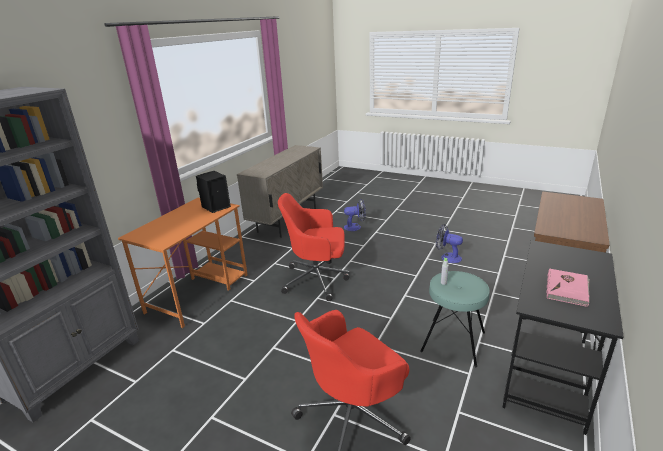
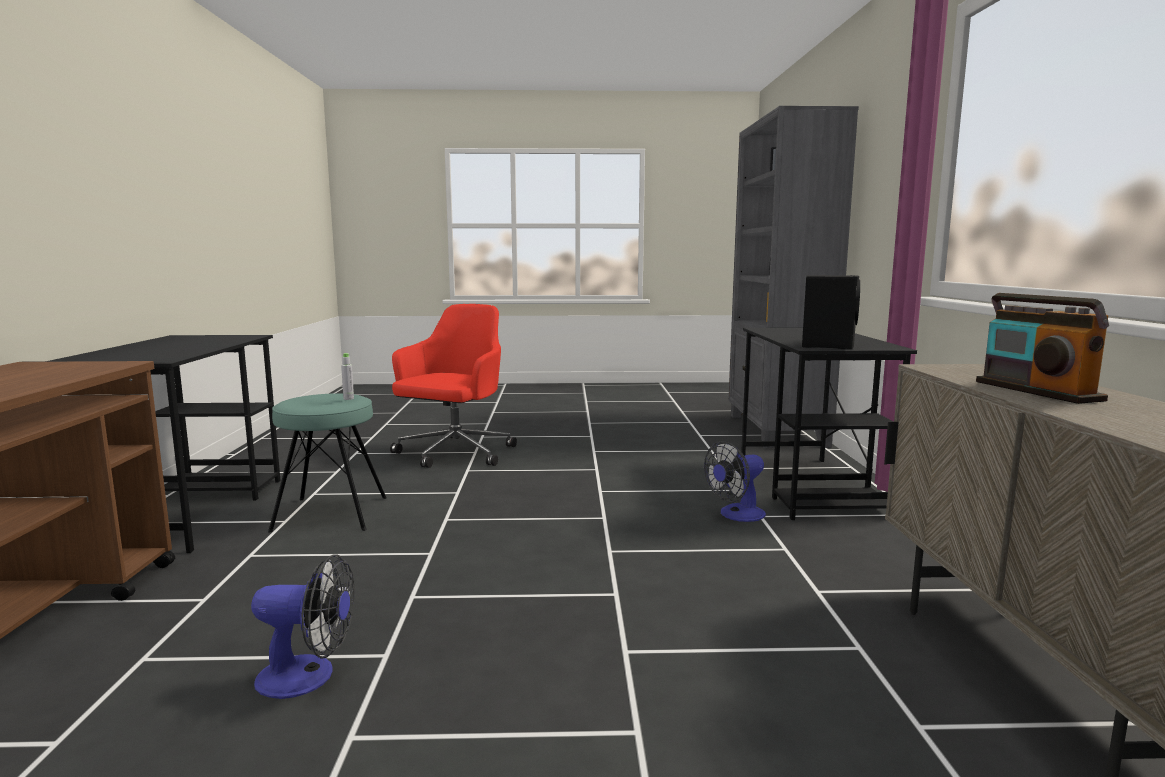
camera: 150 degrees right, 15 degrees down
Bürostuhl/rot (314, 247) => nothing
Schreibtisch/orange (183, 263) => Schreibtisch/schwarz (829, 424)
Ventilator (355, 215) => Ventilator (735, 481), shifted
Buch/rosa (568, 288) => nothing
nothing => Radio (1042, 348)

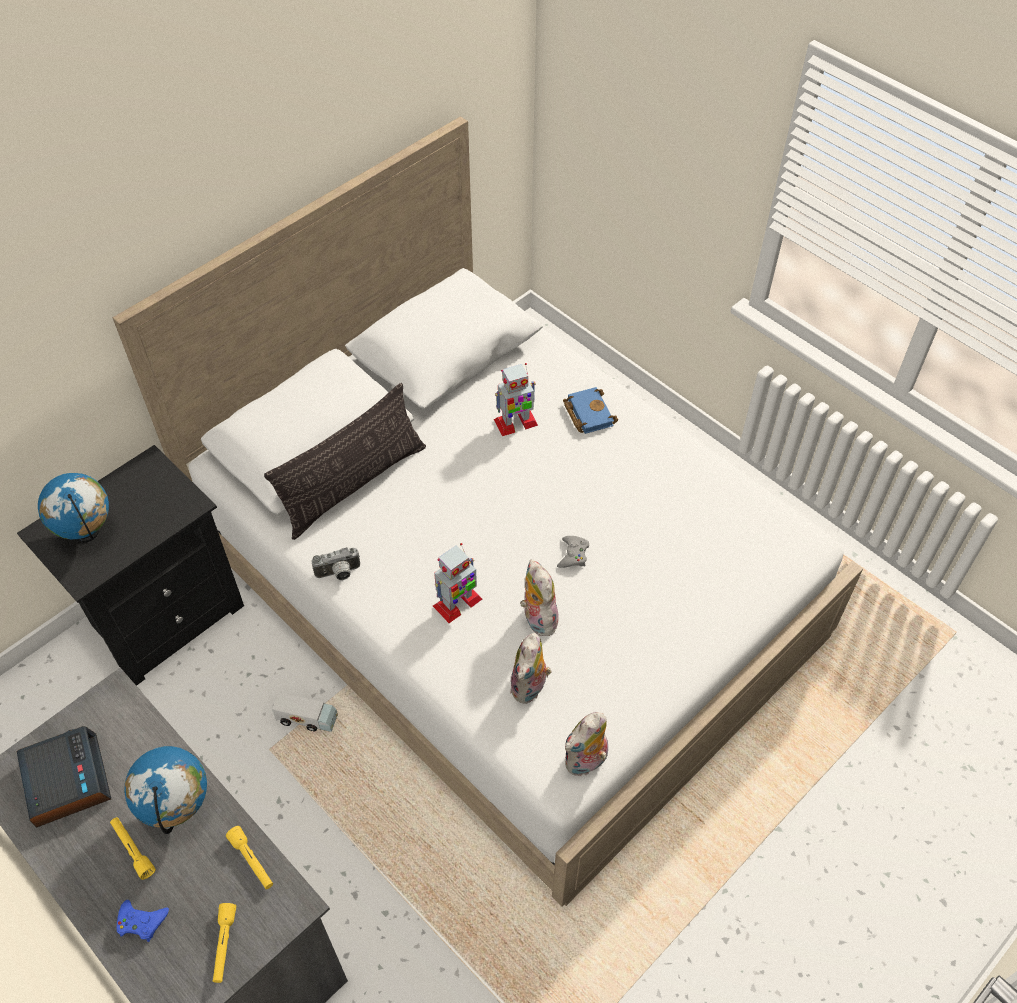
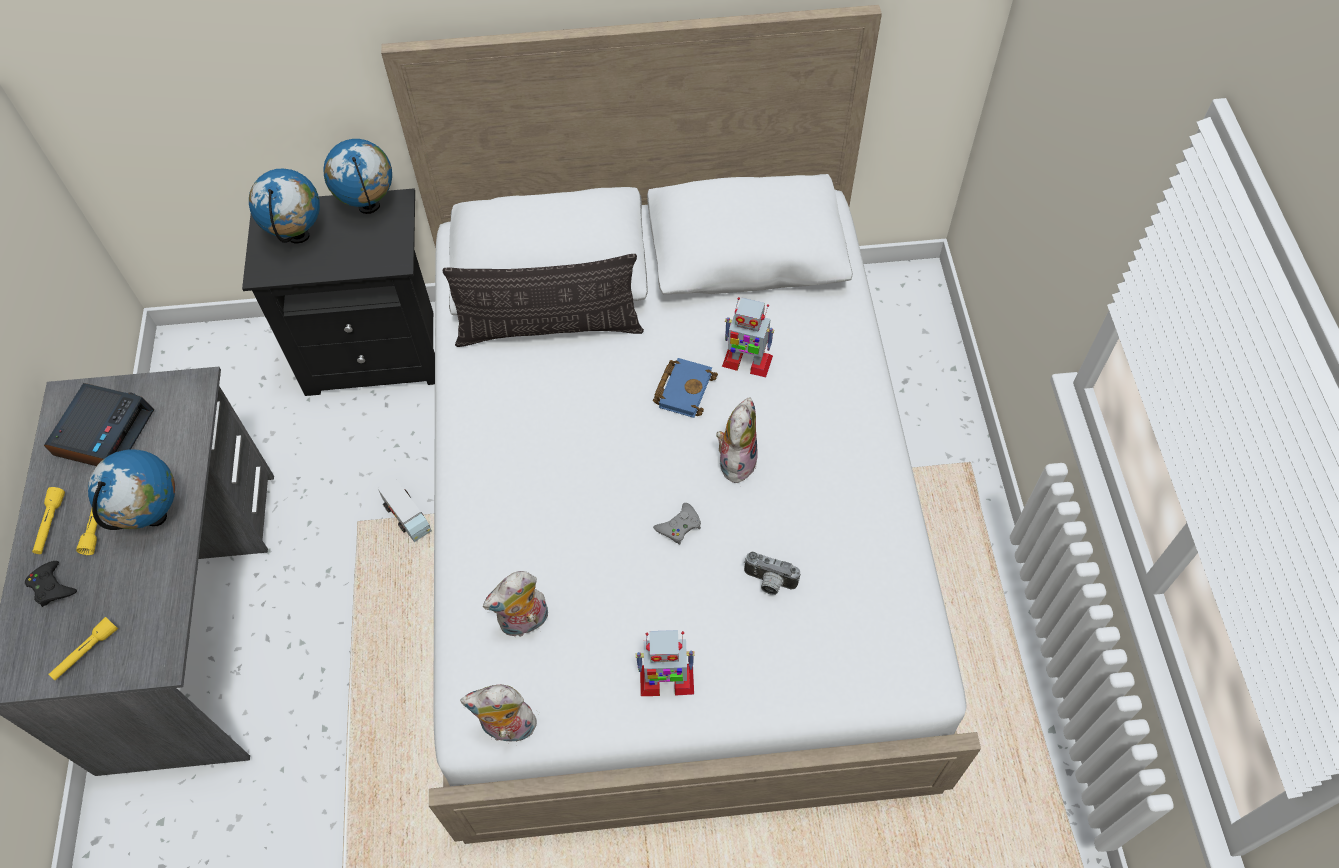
camera: 40 degrees right, 5 degrees up
Buch/blau (590, 410) => Buch/blau (685, 388), shifted
Spielzeugroboter (457, 583) => Spielzeugroboter (665, 663), shifted
Kamera (335, 563) => Kamera (772, 573), shifted
Plüschtier (539, 597) => Plüschtier (737, 441), shifted
Taschenlampe/gelb (249, 857) => Taschenlampe/gelb (48, 520), shifted
Gamepad/blau (143, 921) => Gamepad/schwarz (51, 584)
nothing => Globus (357, 176)

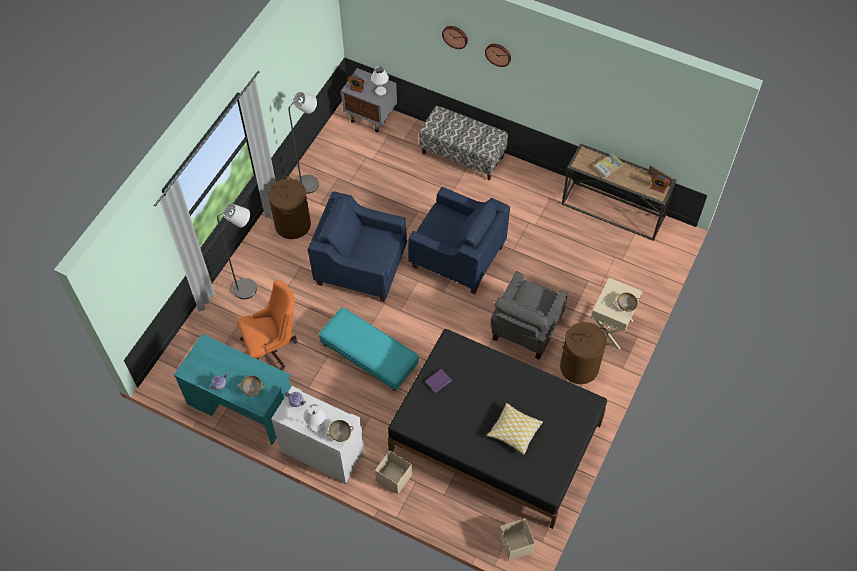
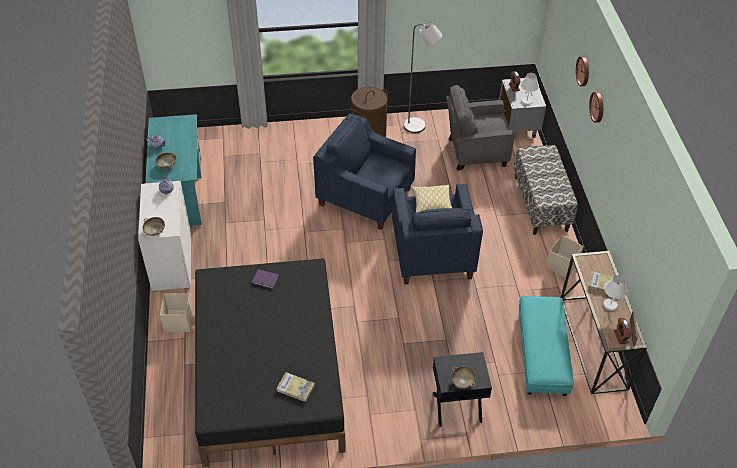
camera: 55 degrees right, 10 degrees down
Sessel/blau (357, 247) => Sessel/blau (364, 171), 45 degrees counterclockwise
Stehlampe/grau (237, 251) => nothing
Sessel/grau (529, 315) => Sessel/grau (480, 128), shifted
Nachttisch/beige (617, 314) => Nachttisch/schwarz (462, 389)
Bürostuhl/orange (267, 325) => nothing
Polsterhocker/türkis (369, 349) => Polsterhocker/türkis (546, 346), shifted
Wäschekorb/braun (584, 353) => nothing
Kissen (515, 429) => Kissen (432, 198), shifted
Tischlampe/weiß (315, 418) => Tischlampe/weiß (615, 293), shifted
Aufbewahrungsbox/beige (517, 539) => Aufbewahrungsbox/beige (565, 256), shifted
nothing => Buch (295, 387)

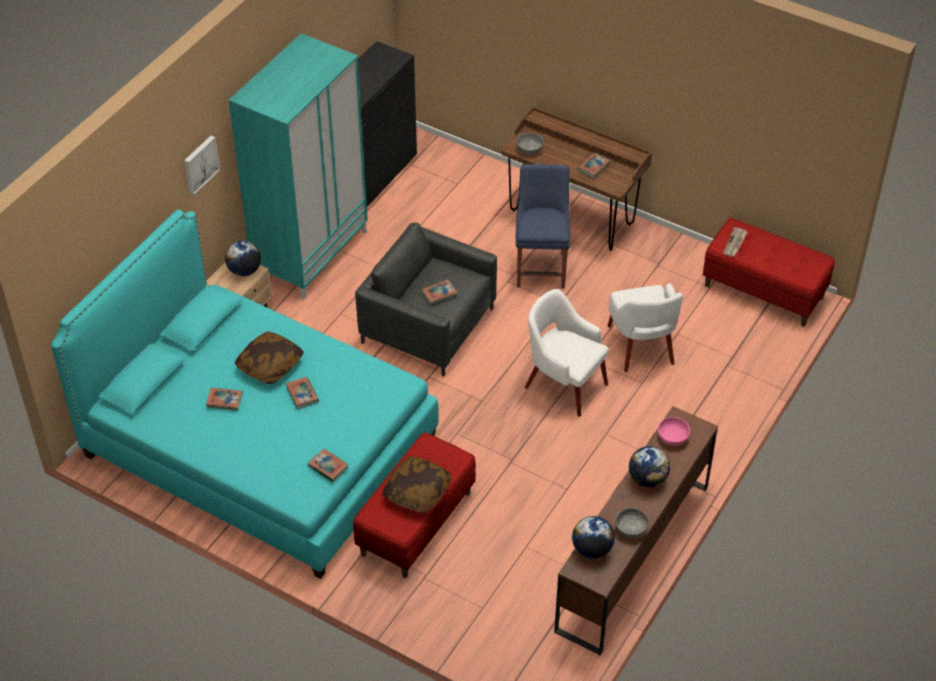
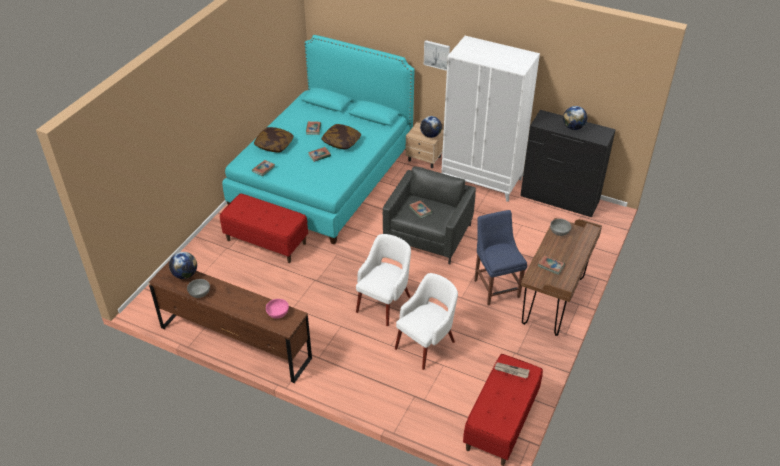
camera: 85 degrees right, 5 degrees down
Kleiderschrank/türkis (298, 166) => Kleiderschrank/weiß (490, 119)
Stuhl/blau (542, 226) => Stuhl/blau (500, 258), 105 degrees counterclockwise
Sessel/weiß (645, 327) => Sessel/weiß (426, 321), 150 degrees clockwise
Globus (649, 466) => Globus (575, 118), shifted
Kissen (417, 484) => Kissen (274, 140), shifted

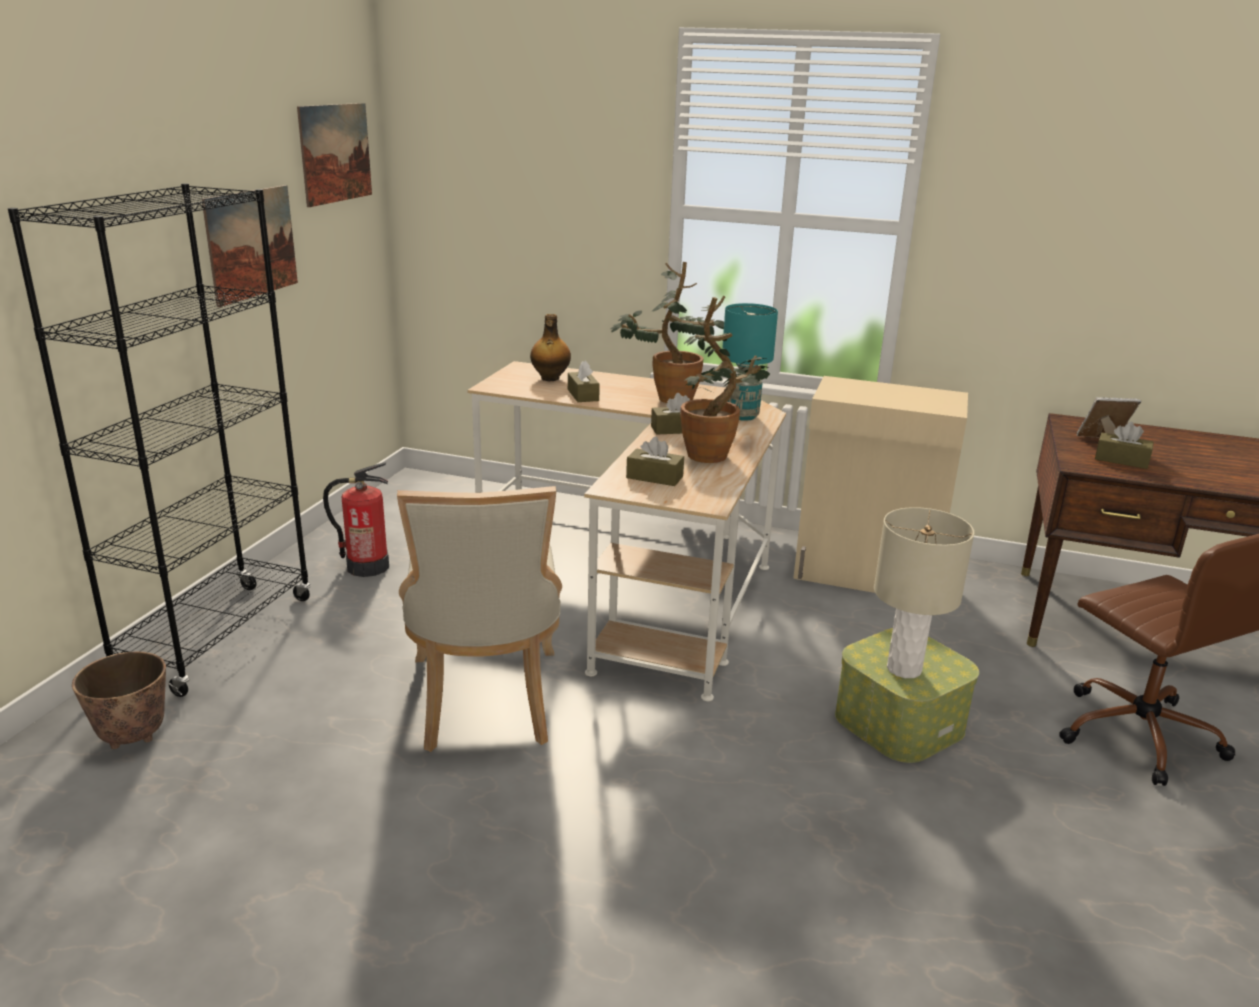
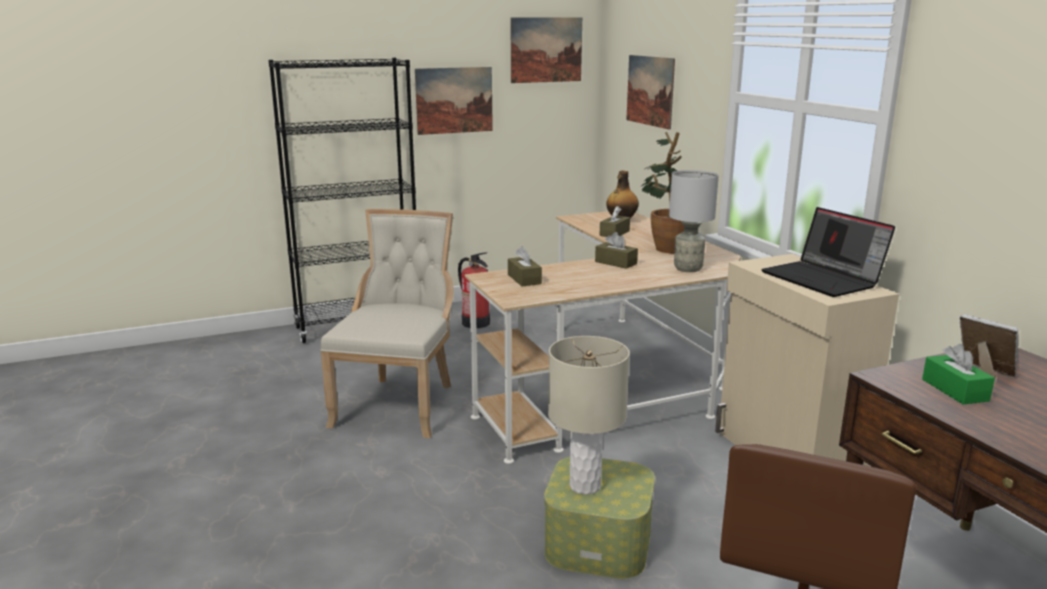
camera: 50 degrees right, 5 degrees down
Topfpflanze (725, 379) => nothing
Tischlampe/türkis (750, 362) => Tischlampe/grau (694, 221)
Taschentuchbox/braun (1124, 445) => Taschentuchbox/grün (958, 374)
Stuhl/beige (479, 619) => Stuhl/beige (387, 323), 150 degrees clockwise
Pflanzkübel (119, 700) => nothing
nothing => Bild (650, 92)
nothing => Laptop (828, 252)

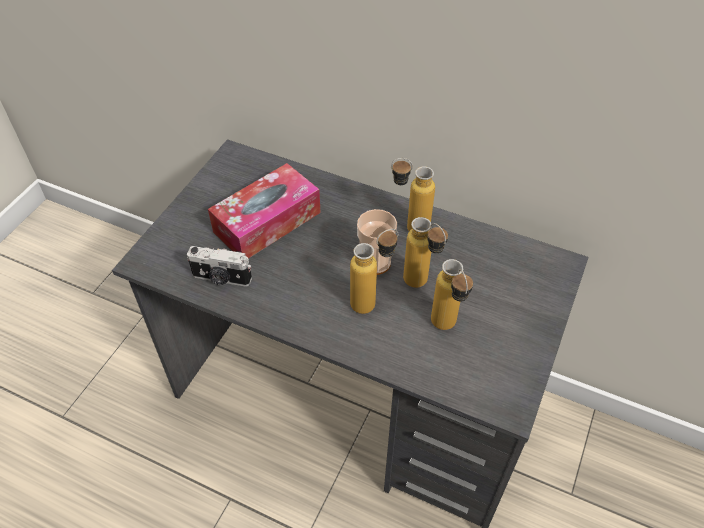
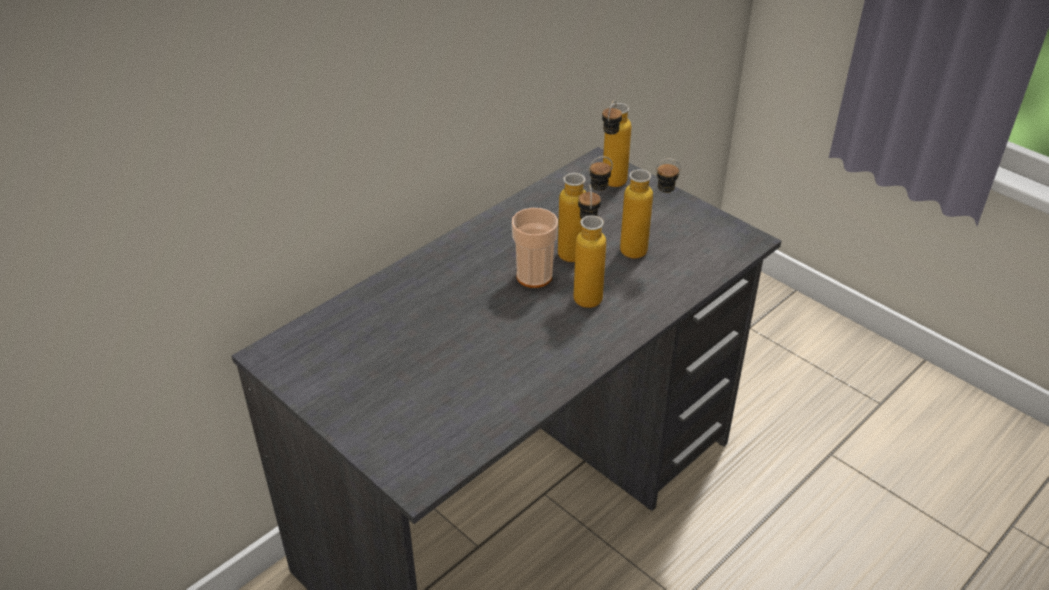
camera: 70 degrees left, 10 degrees down
Flasche (413, 194) => Flasche (616, 144), shifted
Taschentuchbox (264, 211) => nothing
Kamera (219, 266) => nothing

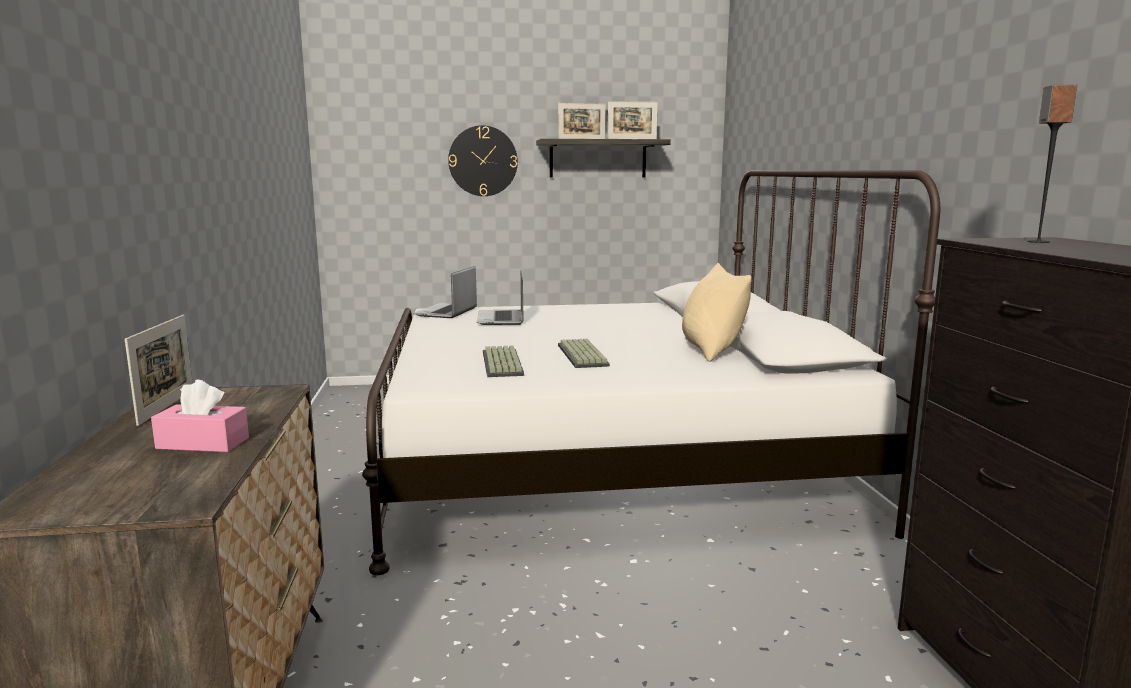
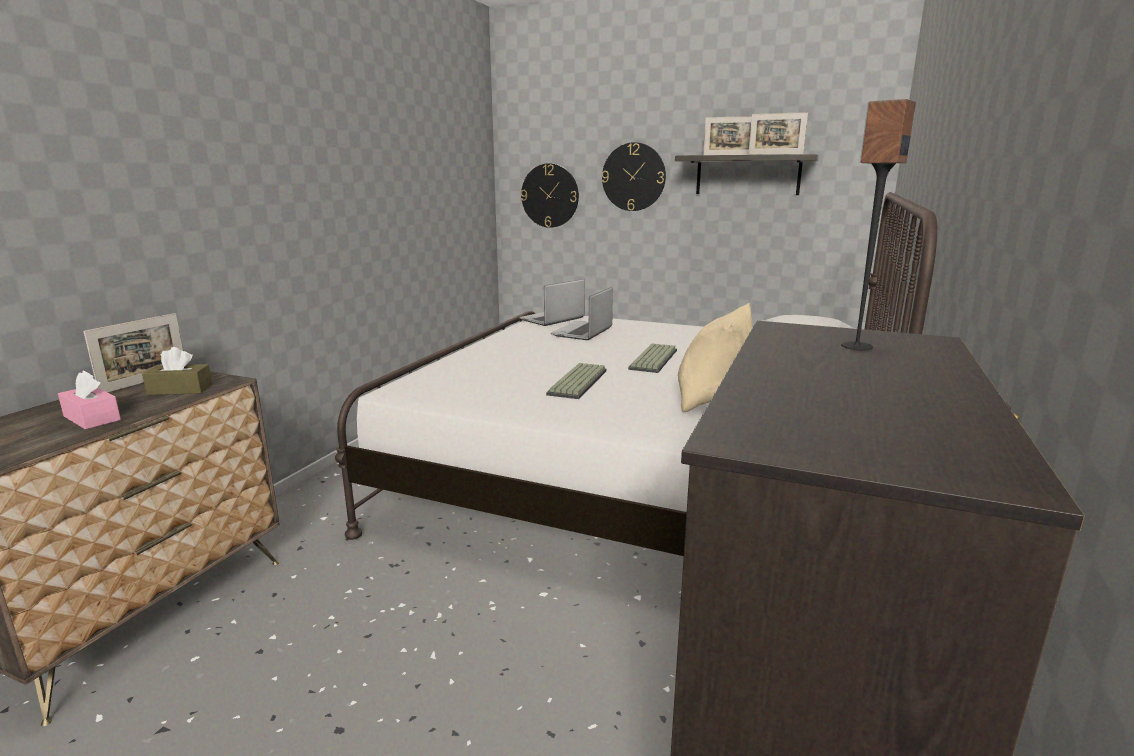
camera: 30 degrees right, 5 degrees up
Tastatur (503, 361) => Tastatur (652, 358), shifted
nothing => Wanduhr (550, 195)
nothing => Taschentuchbox/braun (177, 371)

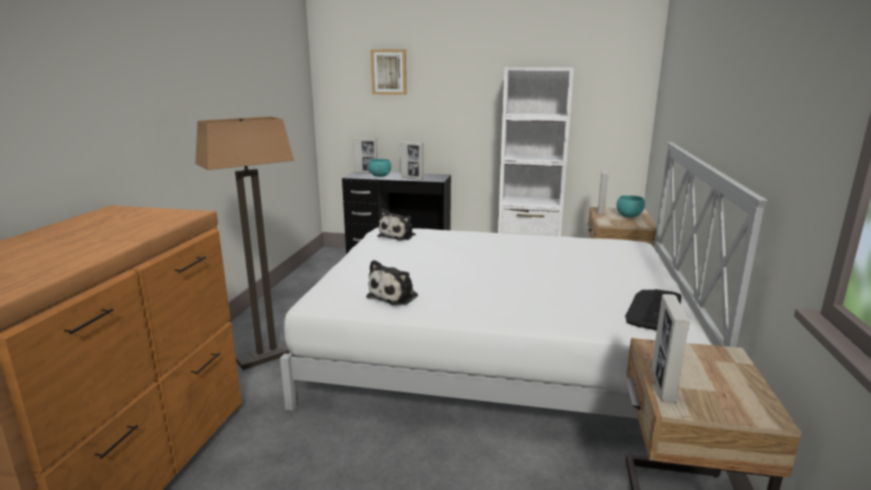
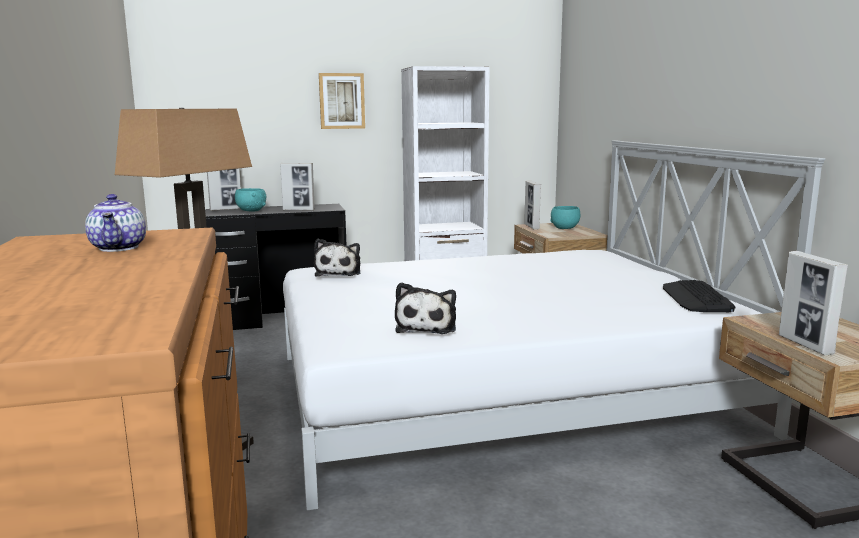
camera: 25 degrees left, 5 degrees down
Bild (389, 72) => Bild (342, 101), shifted
nothing => Teekanne (115, 223)

